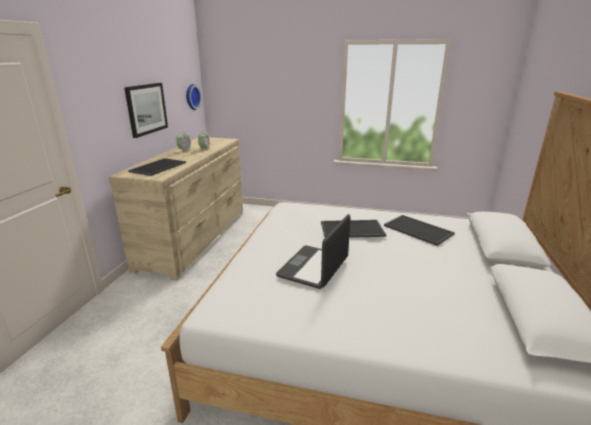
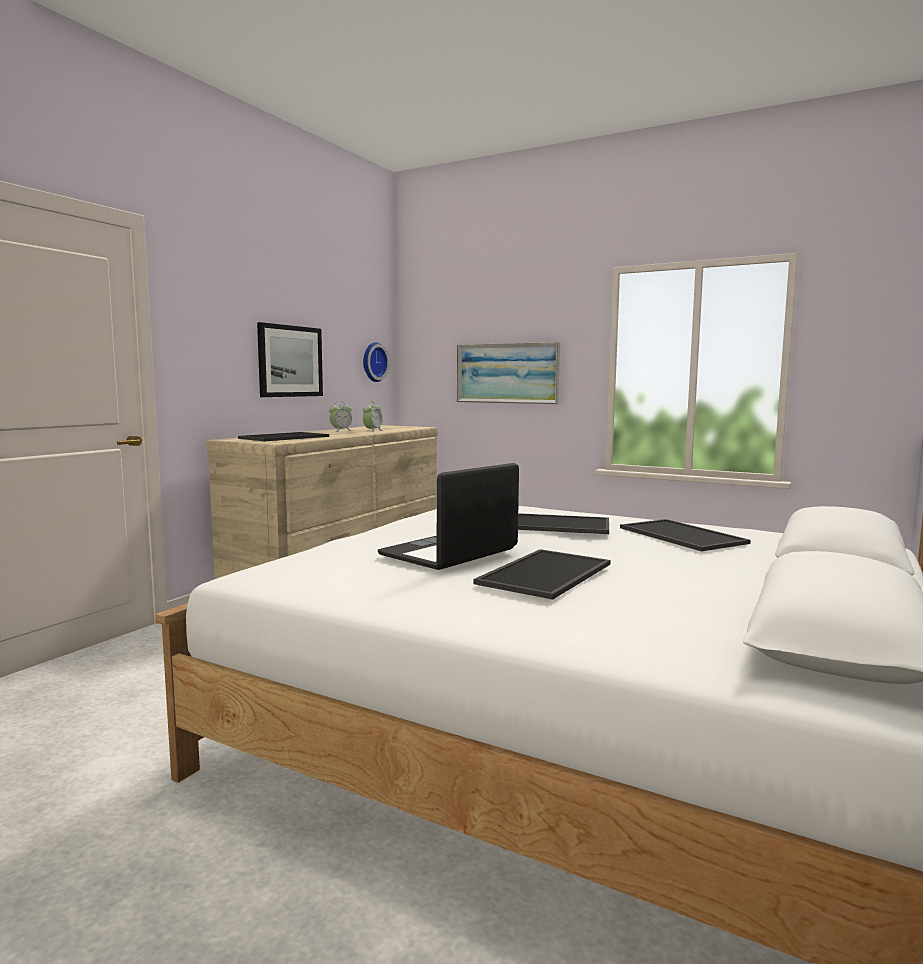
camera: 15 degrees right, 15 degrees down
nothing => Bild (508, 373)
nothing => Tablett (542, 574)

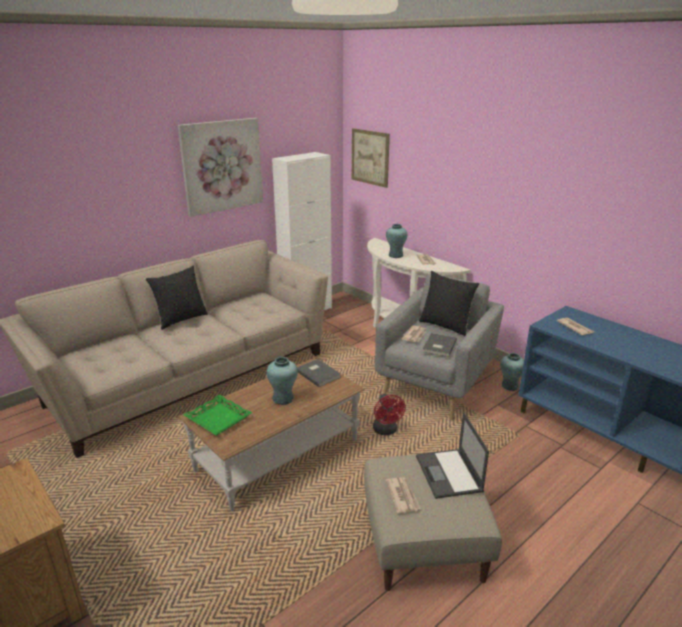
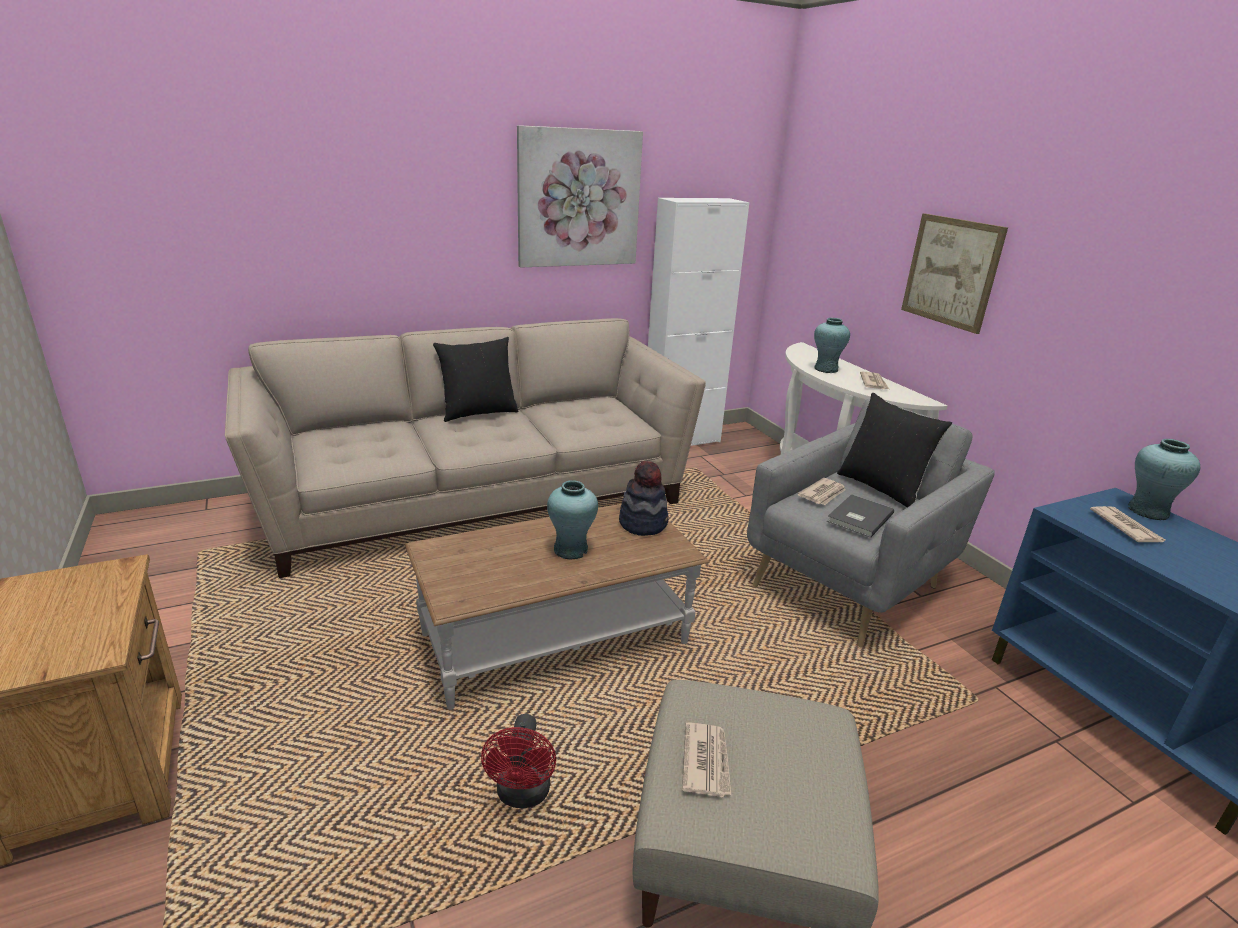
camera: 15 degrees right, 0 degrees up
Bild (371, 158) => Bild (954, 273), shifted
Vase/türkis (512, 372) => Vase/türkis (1164, 479), shifted
Buch/grau (319, 373) => Hut (644, 498)
Tablett/grün (217, 415) => nothing
Ventilator/rot (389, 414) => Ventilator/rot (518, 761), shifted
Laptop (452, 455) => nothing

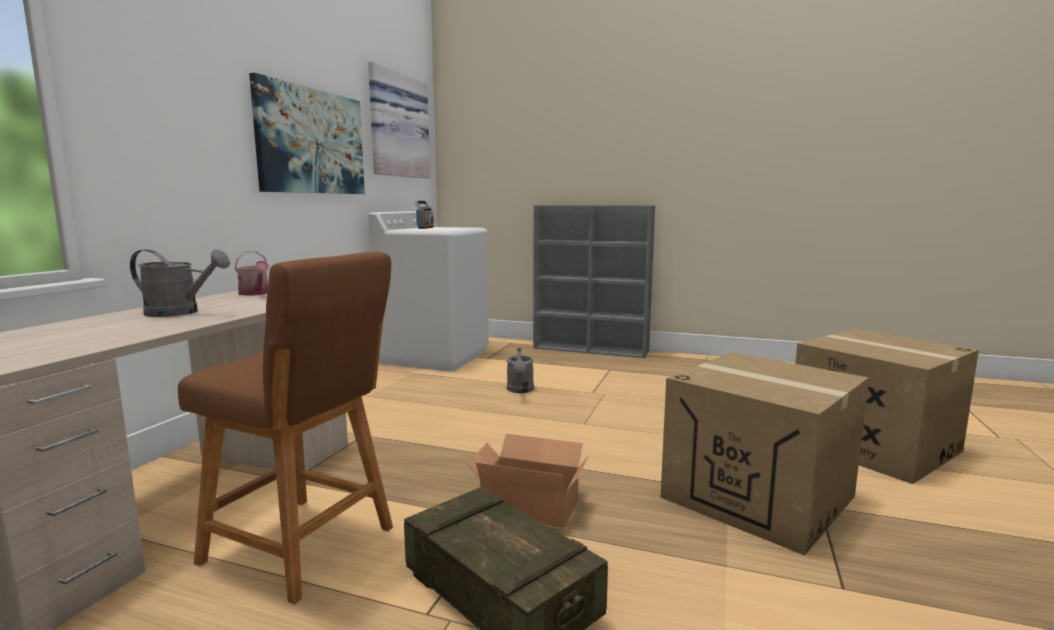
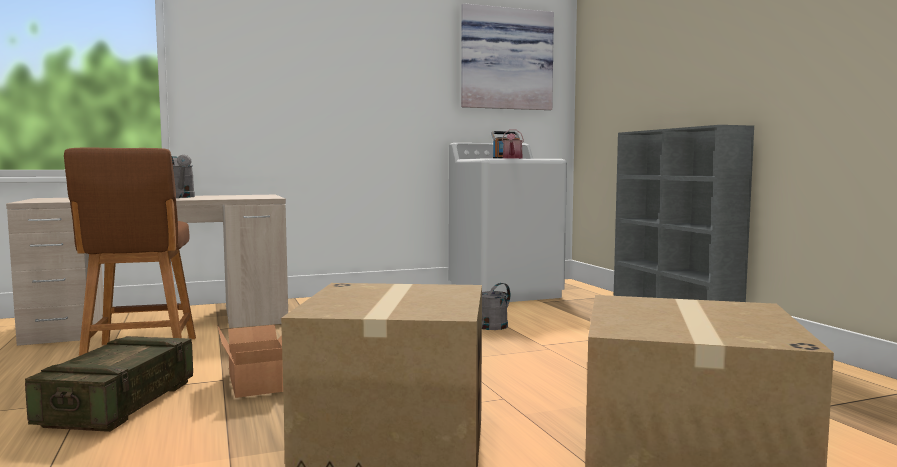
camera: 50 degrees right, 5 degrees down
Bild (307, 133) => nothing
Gießkanne (251, 273) => Gießkanne (513, 144), shifted

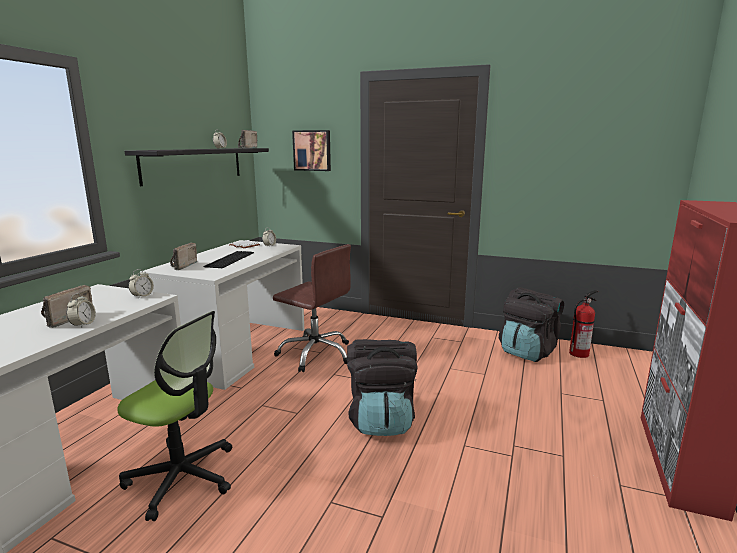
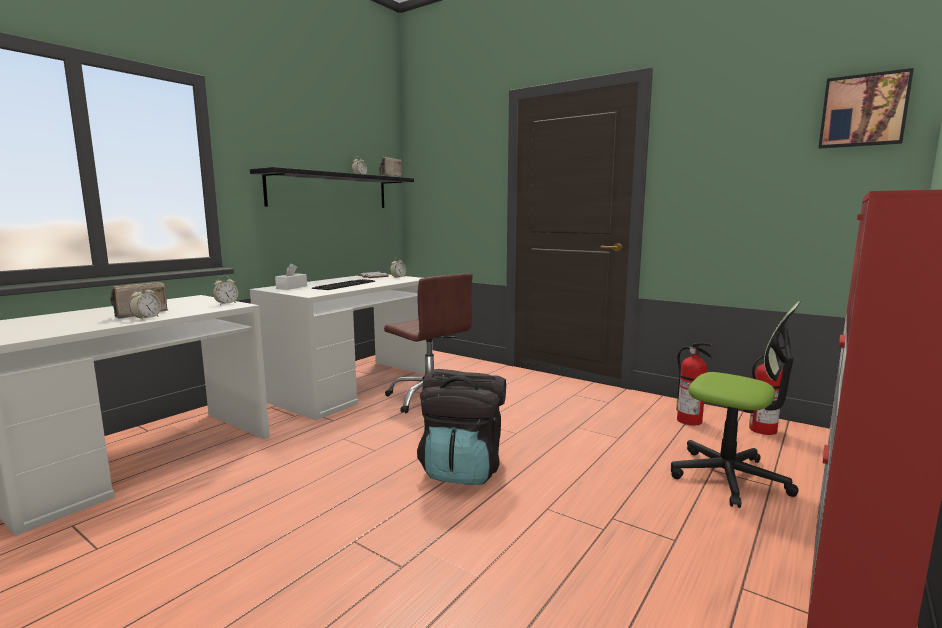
camera: 15 degrees right, 5 degrees down
Bild (311, 150) => Bild (866, 108), shifted
Radio (183, 256) => Taschentuchbox/weiß (291, 276)
Rucksack/schwarz (531, 325) => Feuerlöscher (695, 384)
Bürostuhl (174, 416) => Bürostuhl (736, 404), shifted

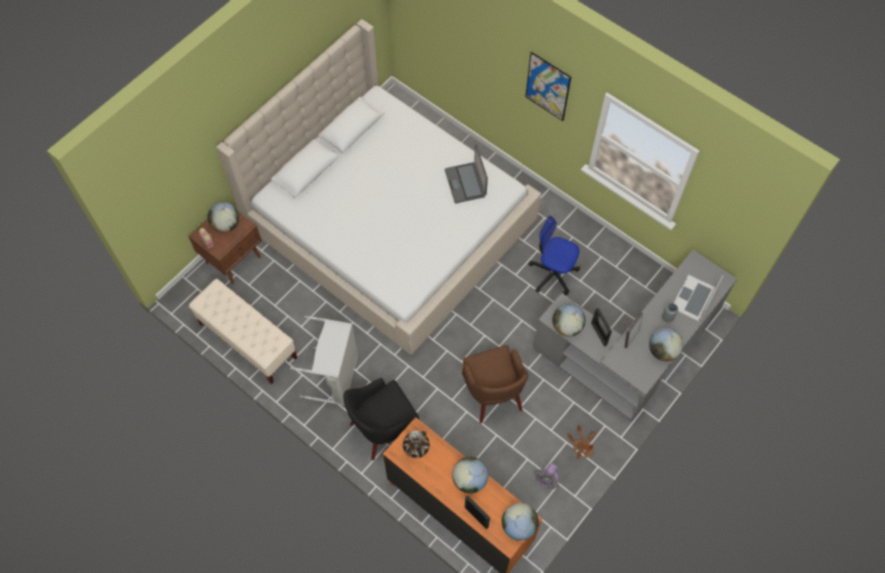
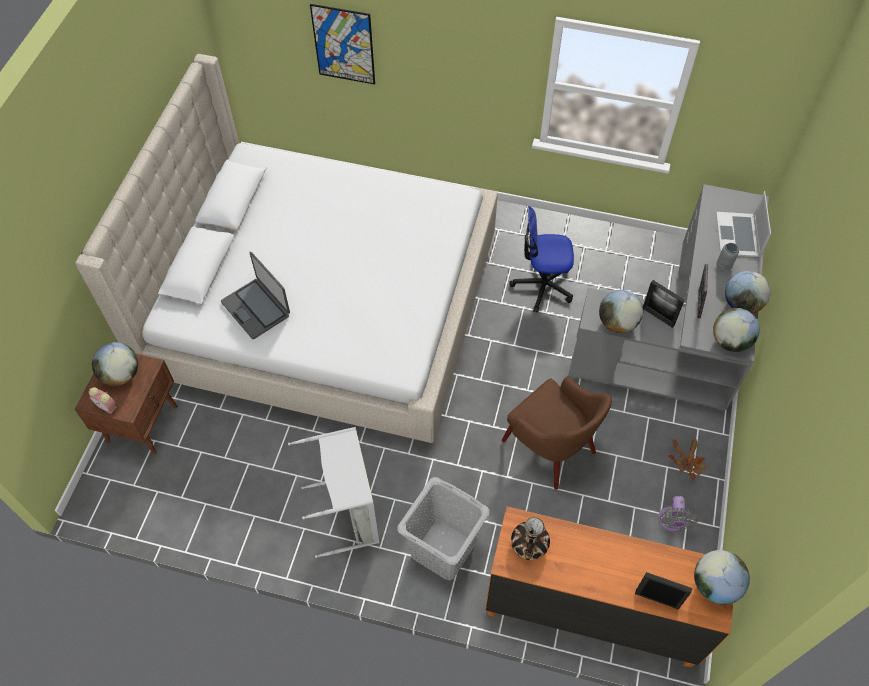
camera: 25 degrees left, 5 degrees down
Bild (548, 86) => Bild (342, 44), shifted
Laptop (466, 173) => Laptop (255, 295), shifted
Bank/beige (243, 331) => nothing
Sessel/schwarz (381, 419) => Wäschekorb/grau (443, 528)
Globus (470, 475) => Globus (736, 330), shifted

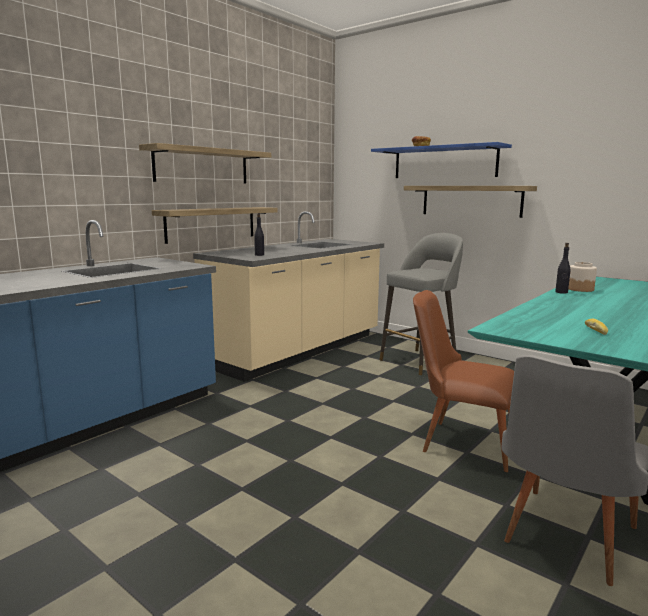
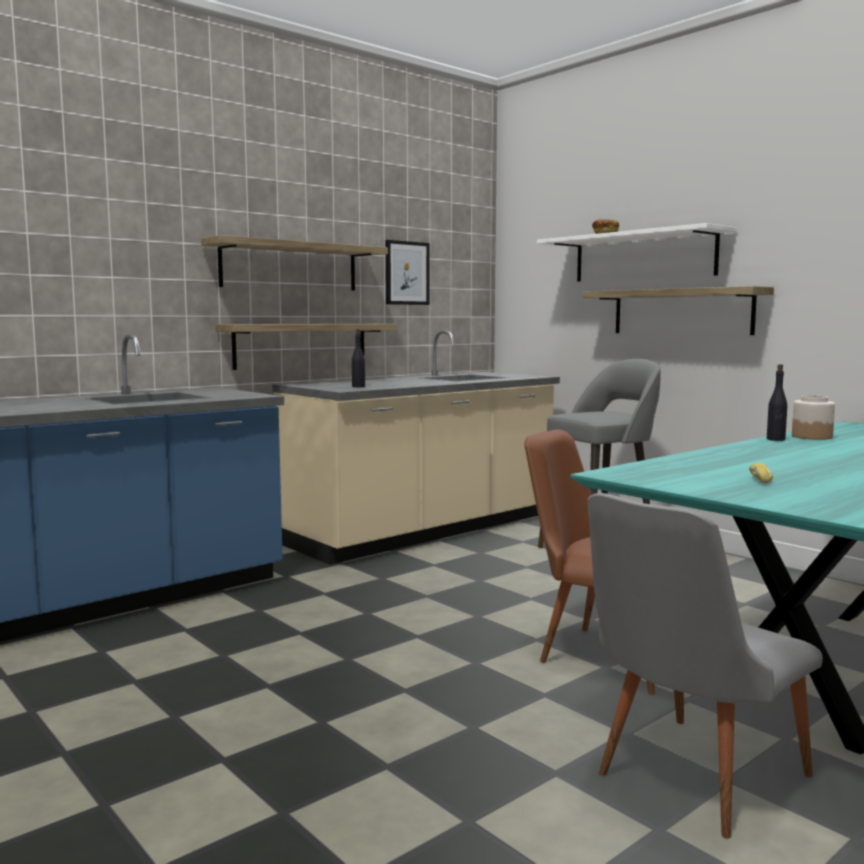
camera: 10 degrees right, 5 degrees down
Wandregal/blau (441, 160) => Wandregal/weiß (636, 252)
nothing => Bild (407, 272)

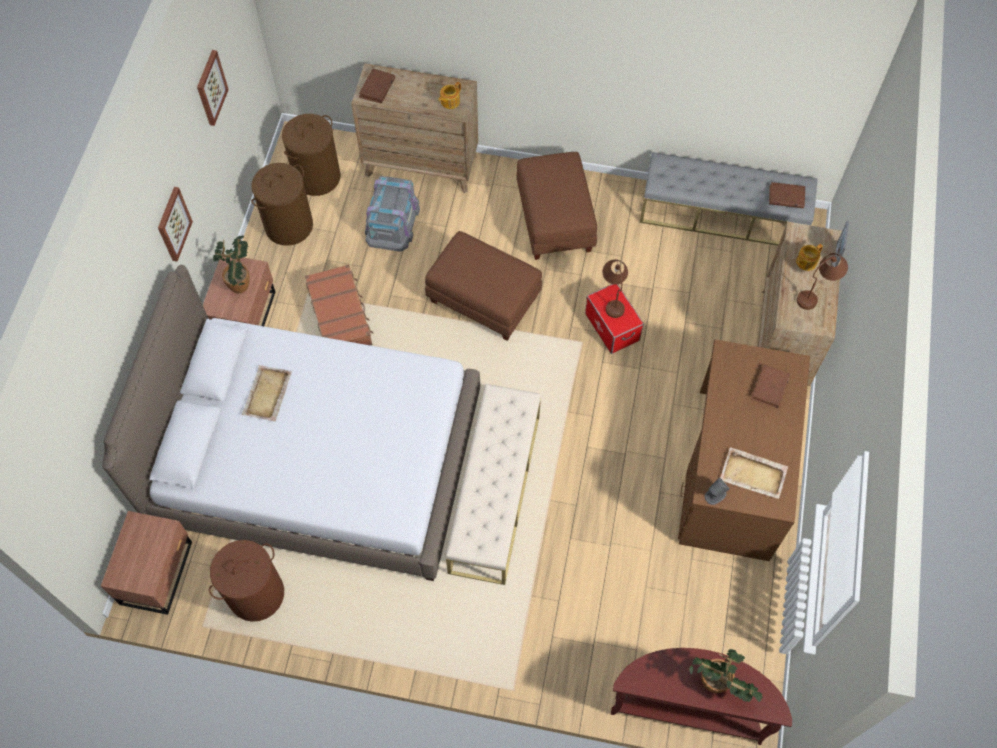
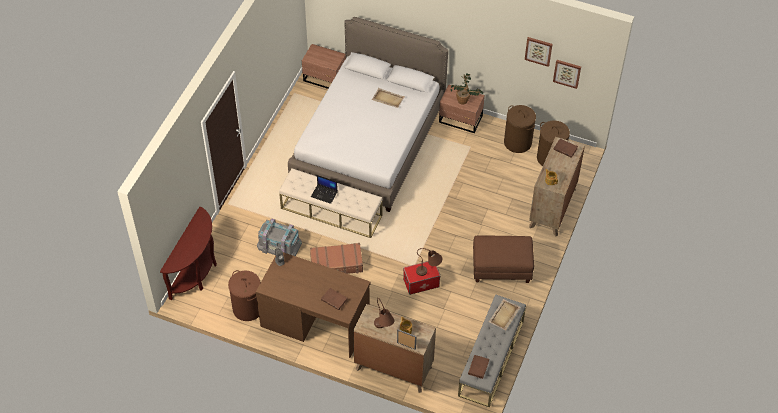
camera: 100 degrees right, 10 degrees down
Aufbewahrungsbox/grau (392, 214) => Aufbewahrungsbox/grau (279, 237), shifted
Bild (175, 224) => Bild (567, 74), shifted
Polsterhocker/braun (483, 286) => nothing
Koffer/braun (339, 304) => Koffer/braun (336, 258), shifted
Tablett/beige (754, 473) => Tablett/beige (504, 314), shifted
Wäschekorb/braun (246, 581) => Wäschekorb/braun (244, 295), shifted
Topfpflanze (726, 675) => nothing
nothing => Laptop (324, 189)

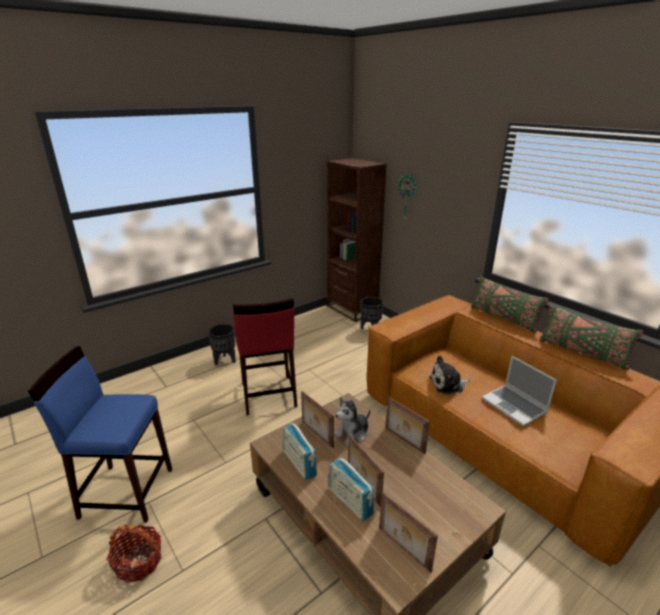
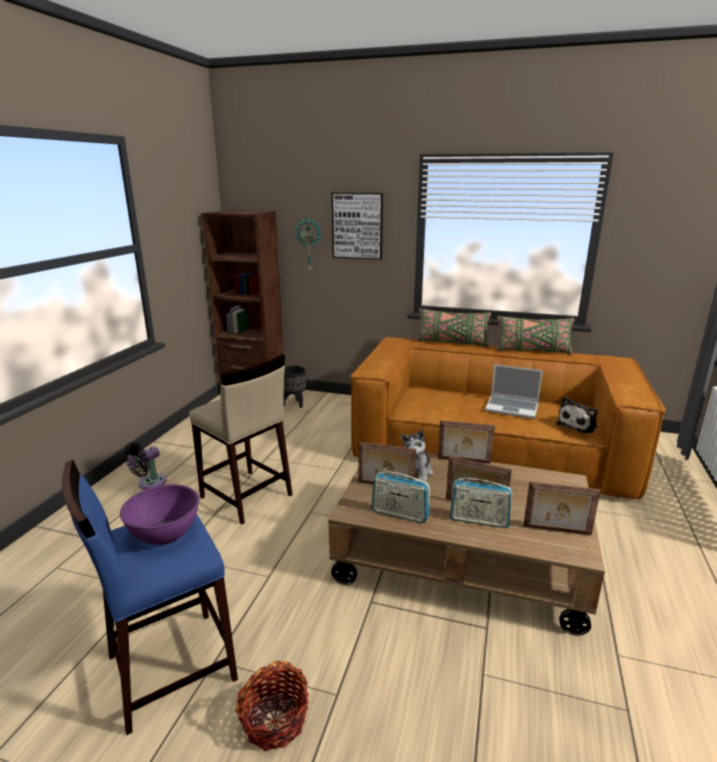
camera: 35 degrees left, 5 degrees down
Hocker/rot (265, 356) => Hocker/beige (241, 439)
Pflanzkübel/schwarz (222, 345) => Ventilator/schwarz (145, 465)
Plüschtier (449, 375) => Plüschtier (577, 415), shifted
nothing => Bild (357, 226)
nothing => Schüssel/lila (159, 514)

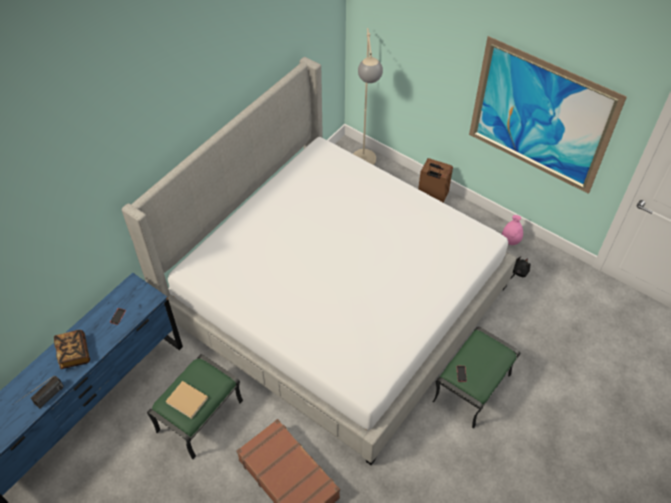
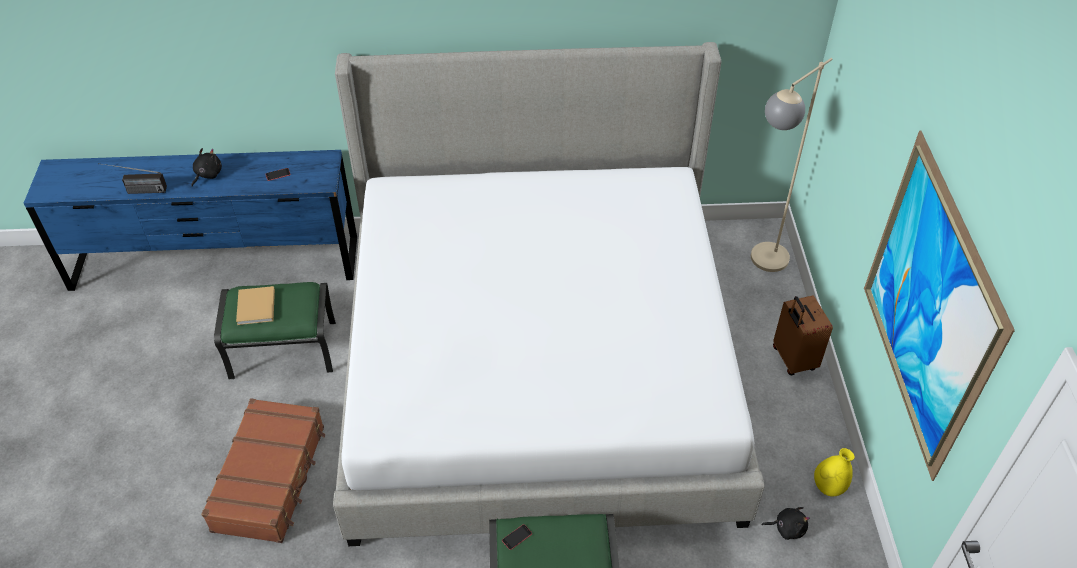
camera: 50 degrees right, 5 degrees down
Vase/rosa (512, 230) => Vase/gelb (834, 472)
Buch (72, 349) => Plüschtier/schwarz (206, 167)

